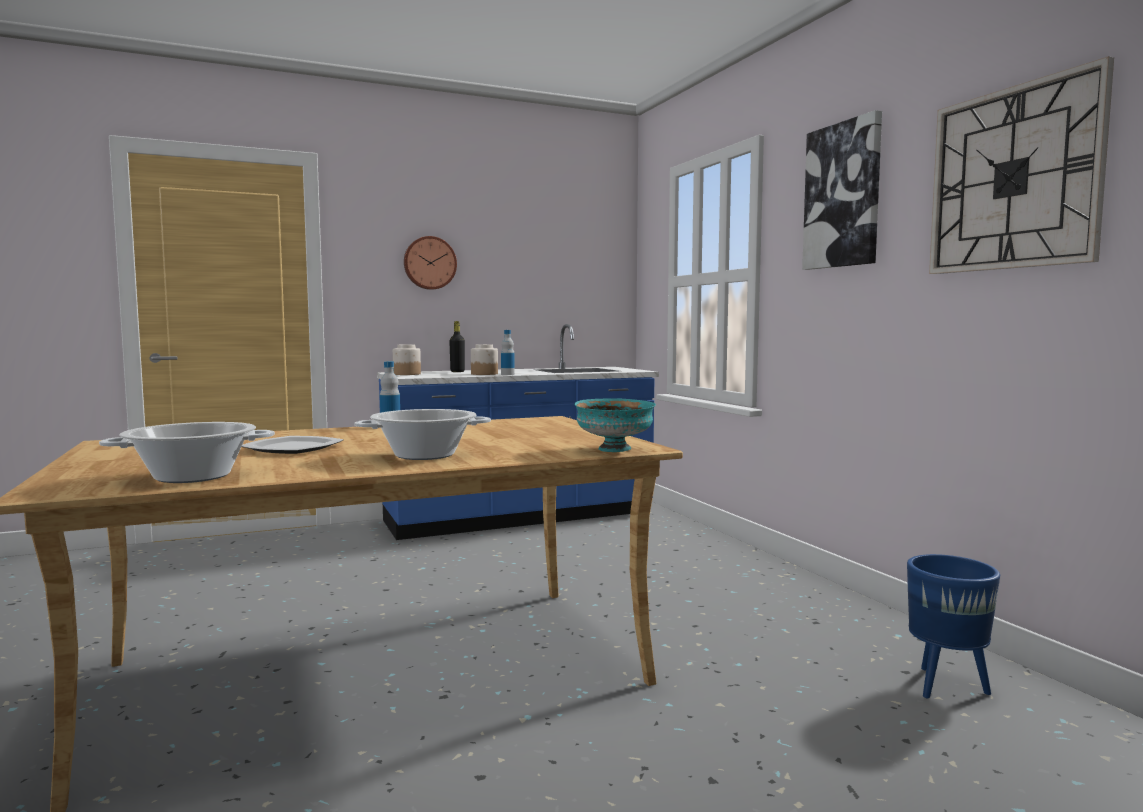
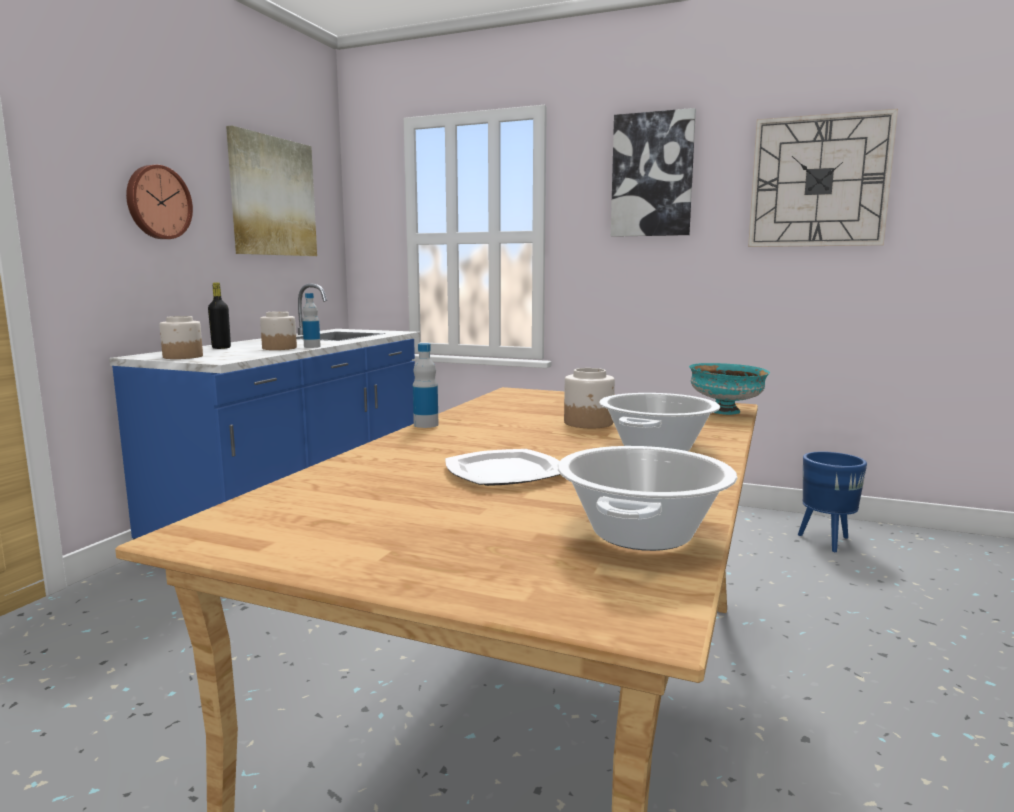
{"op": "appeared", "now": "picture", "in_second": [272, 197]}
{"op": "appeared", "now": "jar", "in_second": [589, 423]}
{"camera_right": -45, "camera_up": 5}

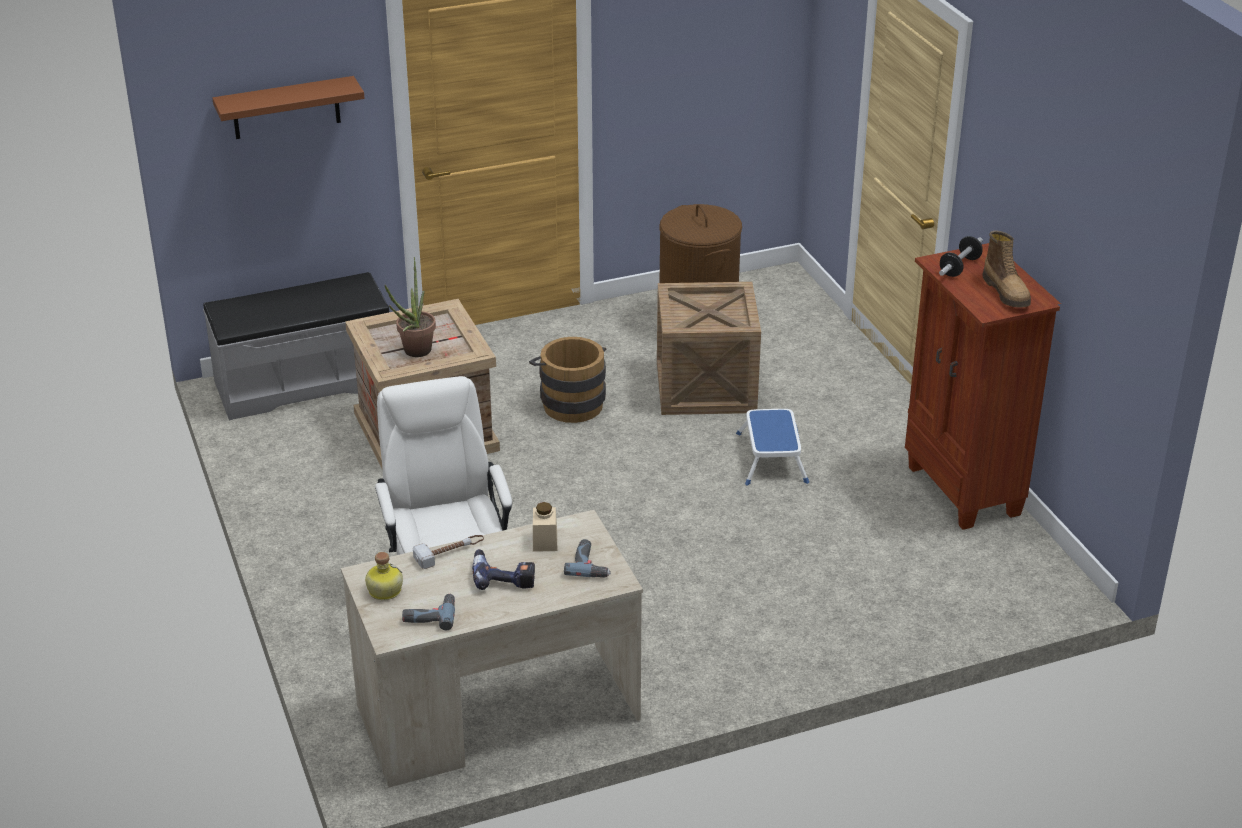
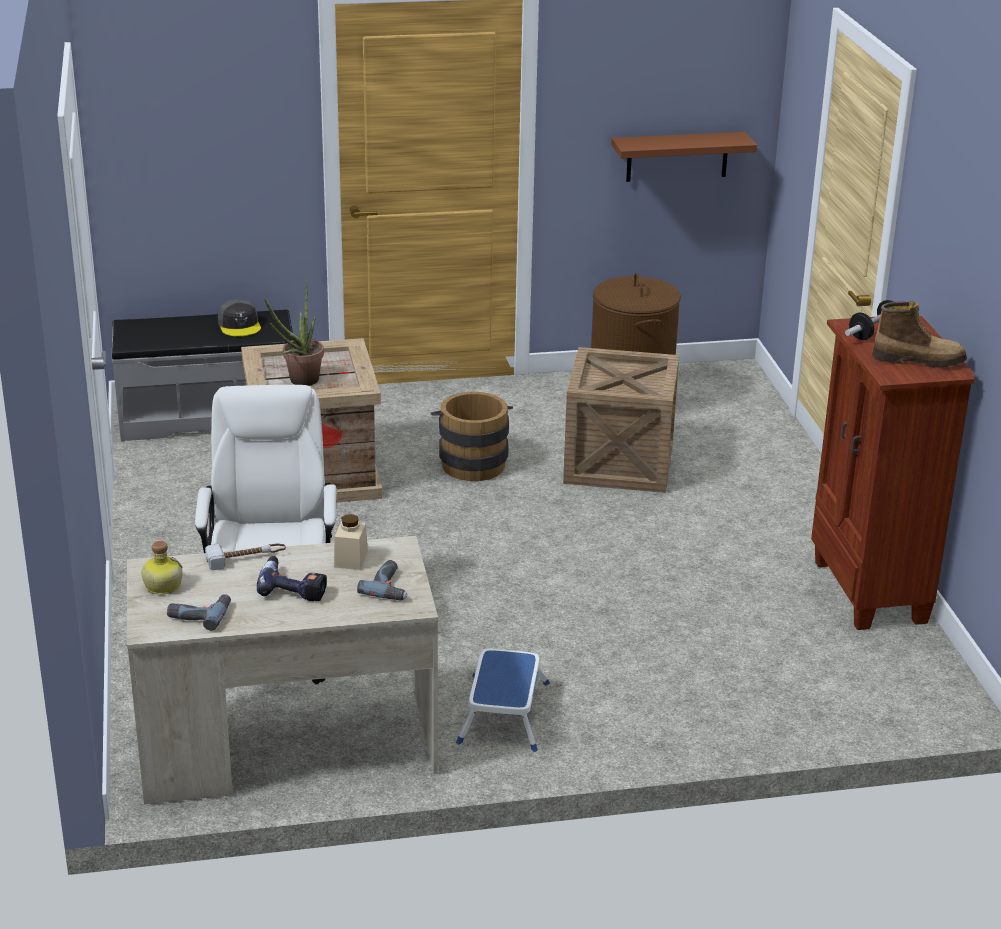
{"op": "relocated", "was": "brown shelf", "in_first": [286, 108], "in_second": [677, 156]}
{"op": "spun", "was": "boot", "in_first": [1007, 292], "in_second": [918, 360], "clockwise": -75}
{"op": "relocated", "was": "blue step ladder", "in_first": [772, 457], "in_second": [504, 712]}
{"op": "appeared", "now": "grey cap", "in_second": [239, 325]}
{"camera_right": 10, "camera_up": -5}

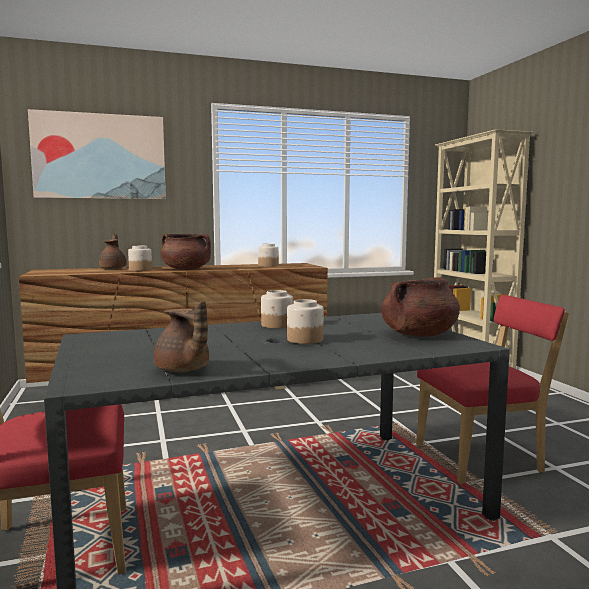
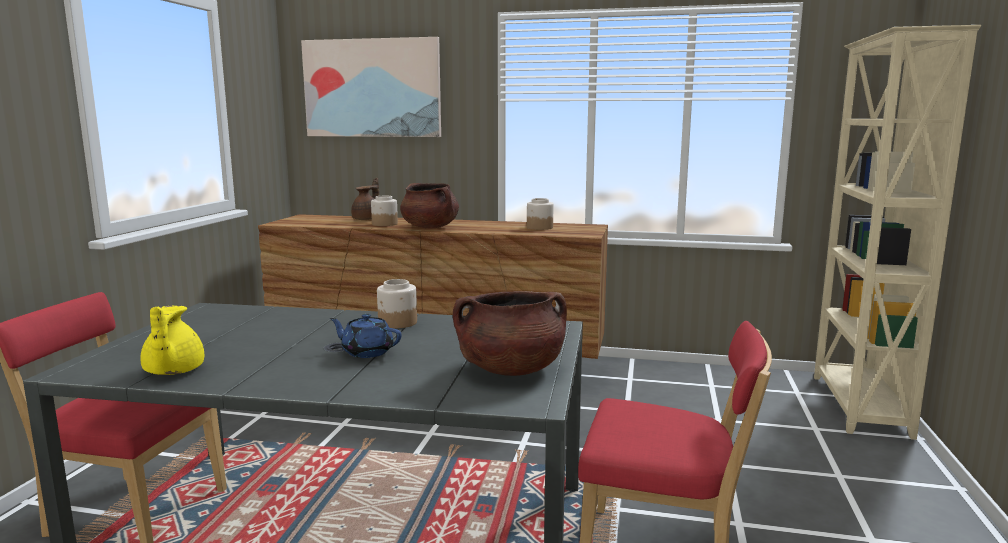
{"op": "exchanged", "was": "jar", "now": "blue teapot", "in_first": [304, 340], "in_second": [367, 352]}
{"op": "colour", "was": "brown teapot", "now": "yellow teapot", "in_first": [183, 370], "in_second": [172, 371]}
{"camera_right": 30, "camera_up": 5}

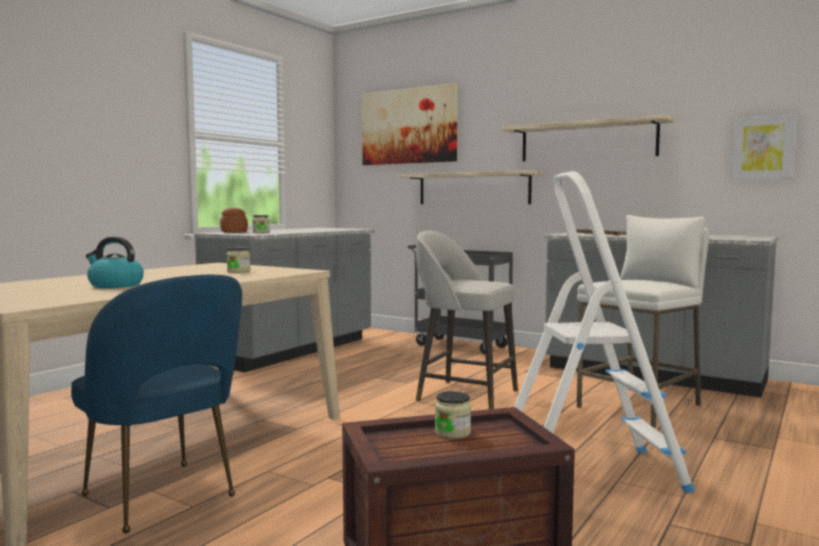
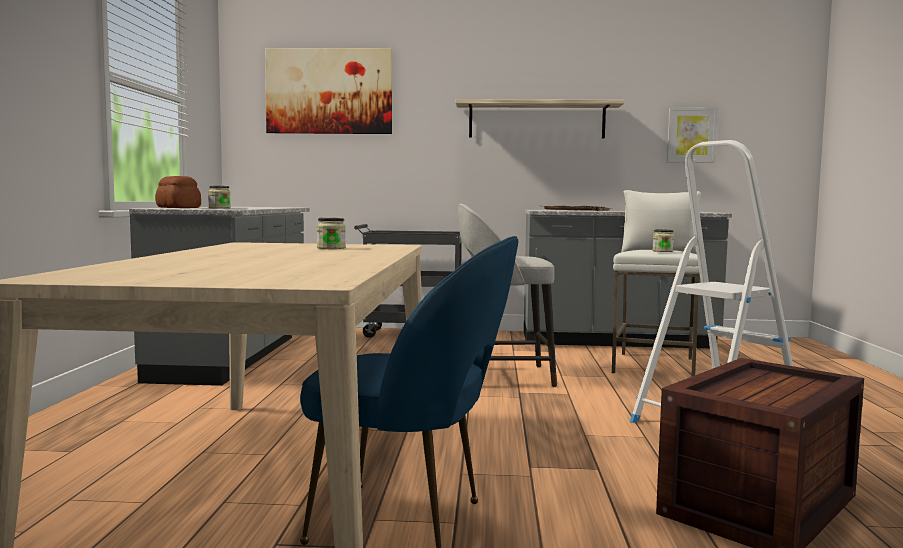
{"op": "missing", "was": "shelf", "in_first": [473, 188]}
{"op": "missing", "was": "kettle", "in_first": [115, 285]}
{"op": "relocated", "was": "jar", "in_first": [452, 432], "in_second": [662, 251]}
{"camera_right": -30, "camera_up": 0}

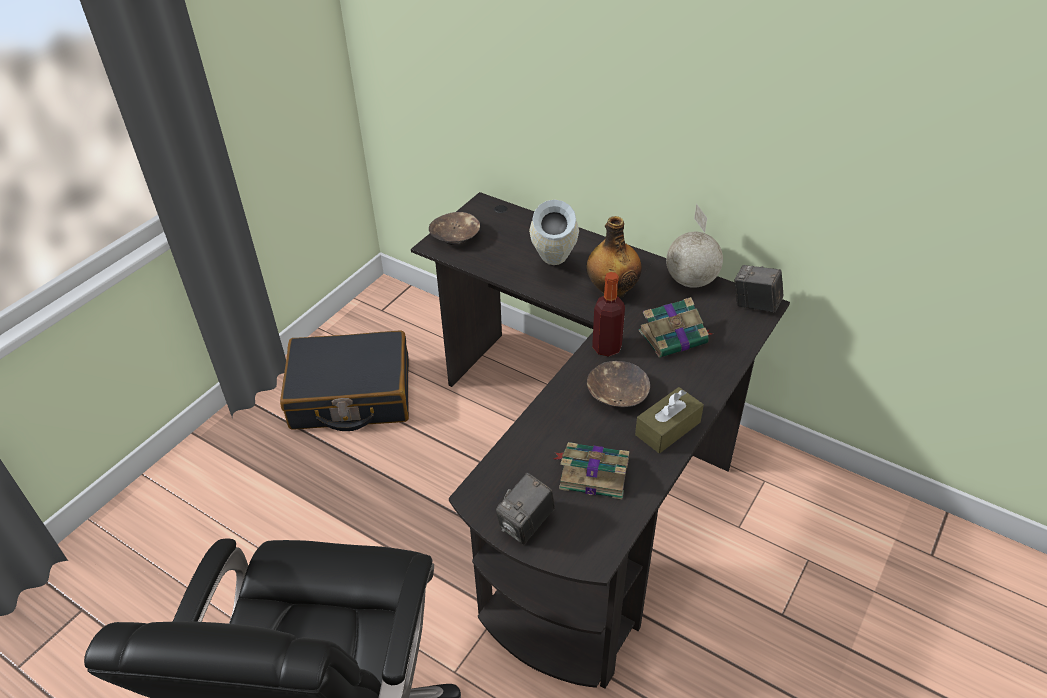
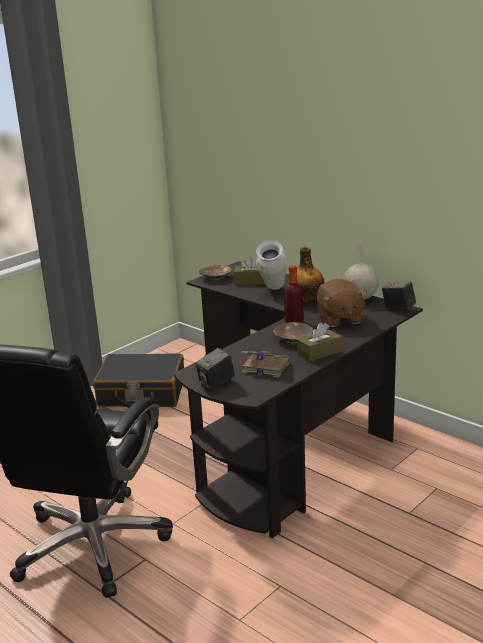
{"op": "exchanged", "was": "book", "now": "brown plush toy", "in_first": [674, 337], "in_second": [339, 319]}
{"op": "appeared", "now": "brown tissue box", "in_second": [250, 281]}
{"camera_right": 10, "camera_up": -20}

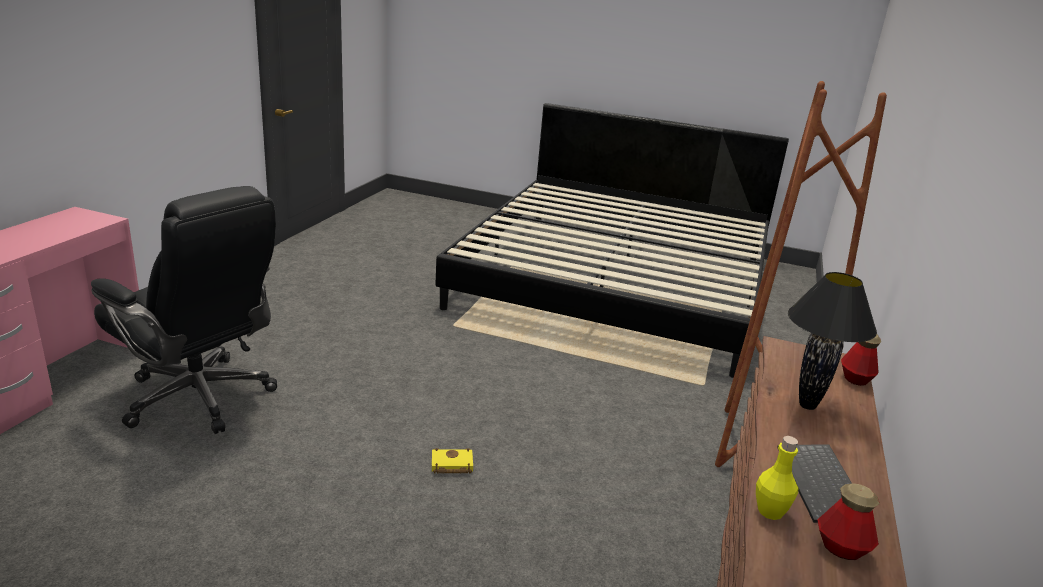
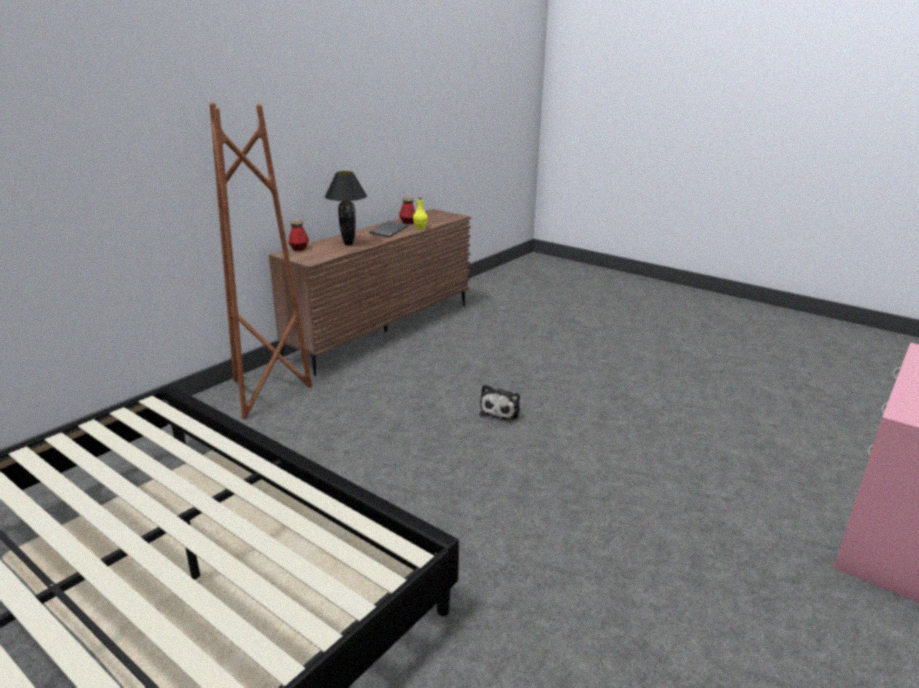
{"op": "missing", "was": "black office chair", "in_first": [199, 396]}
{"op": "exchanged", "was": "yellow book", "now": "plush toy", "in_first": [450, 465], "in_second": [501, 411]}
{"camera_right": -160, "camera_up": 0}

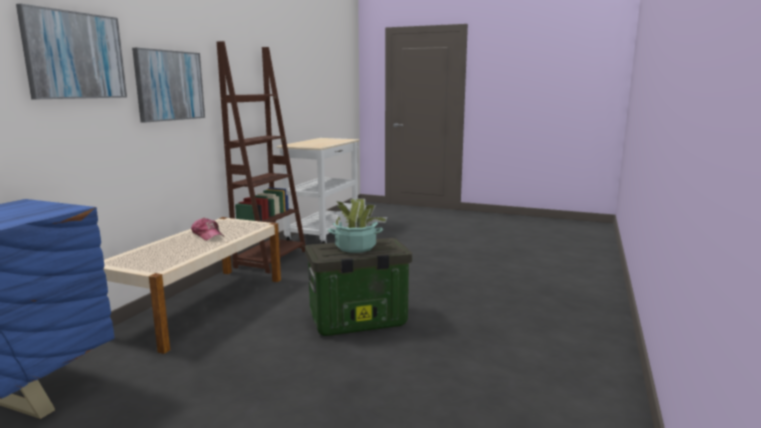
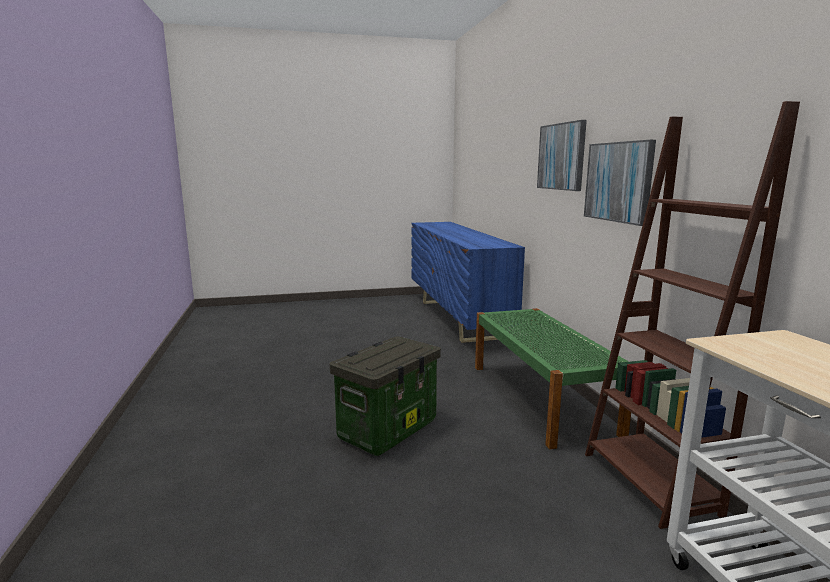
{"op": "missing", "was": "potted plant", "in_first": [355, 247]}
{"op": "colour", "was": "beige bench", "now": "green bench", "in_first": [200, 305], "in_second": [541, 398]}
{"op": "missing", "was": "cap", "in_first": [208, 235]}
{"camera_right": 145, "camera_up": 0}

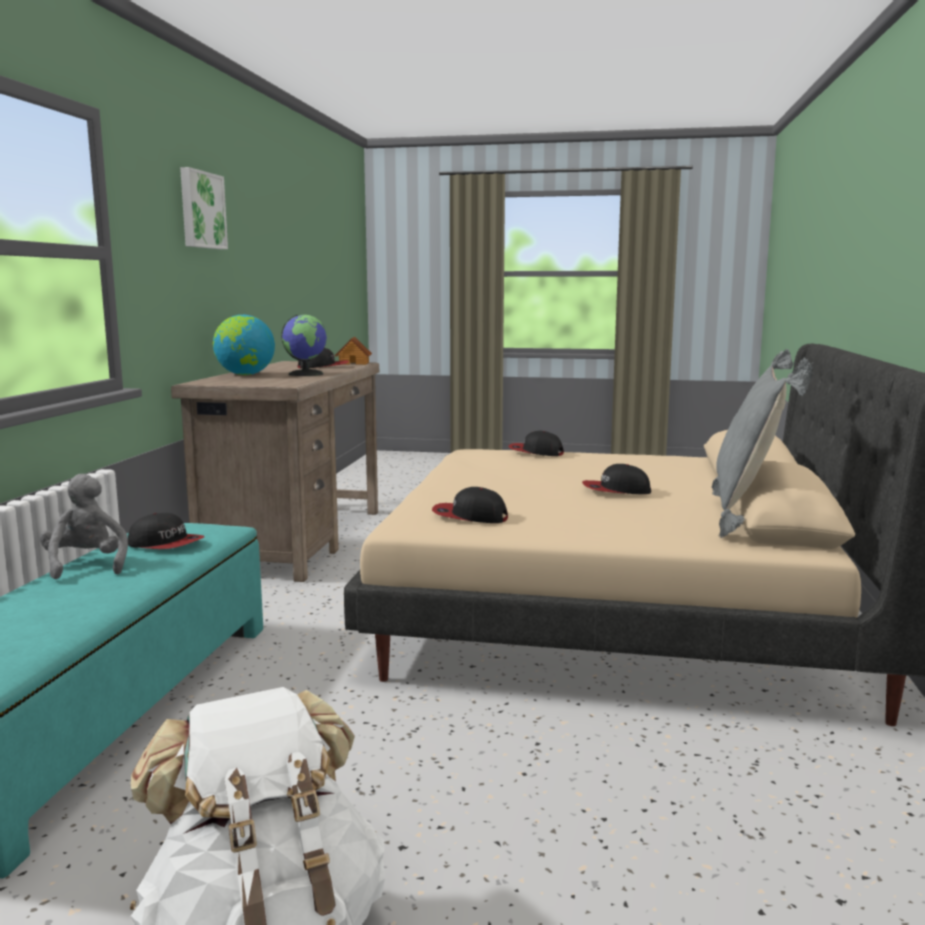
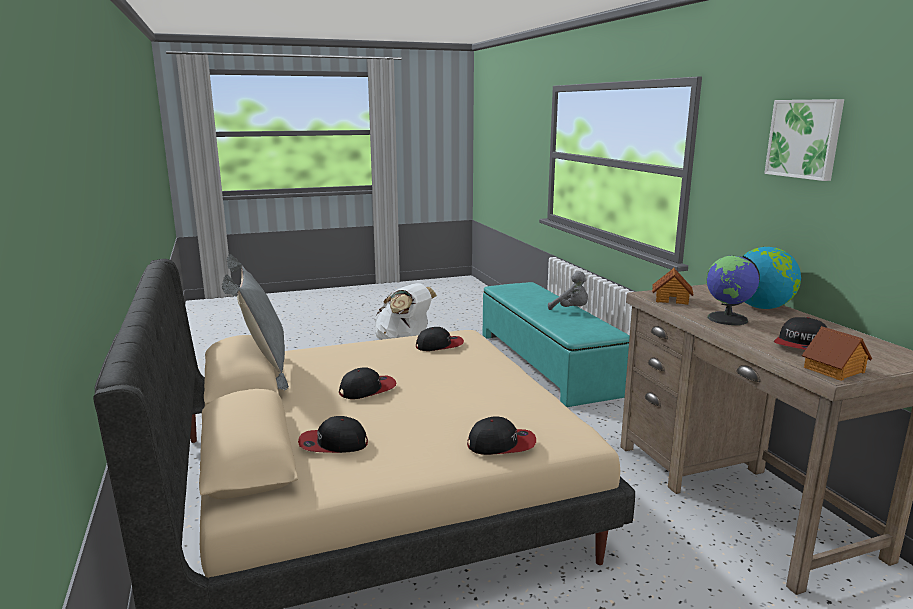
{"op": "relocated", "was": "cap", "in_first": [166, 544], "in_second": [333, 444]}
{"op": "appeared", "now": "toy house", "in_second": [671, 299]}
{"camera_right": 150, "camera_up": 5}

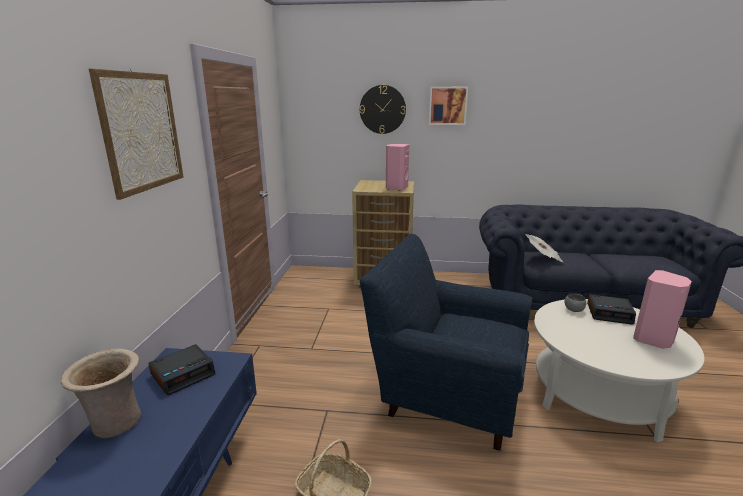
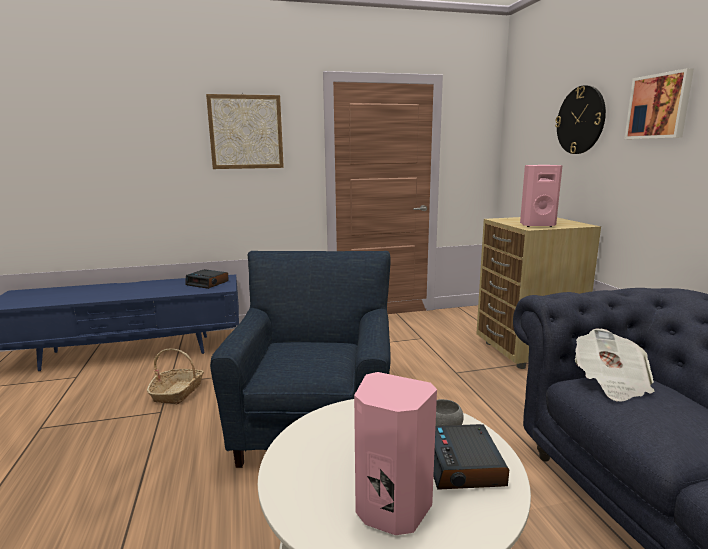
{"op": "missing", "was": "beige vase", "in_first": [116, 425]}
{"camera_right": 70, "camera_up": -5}

